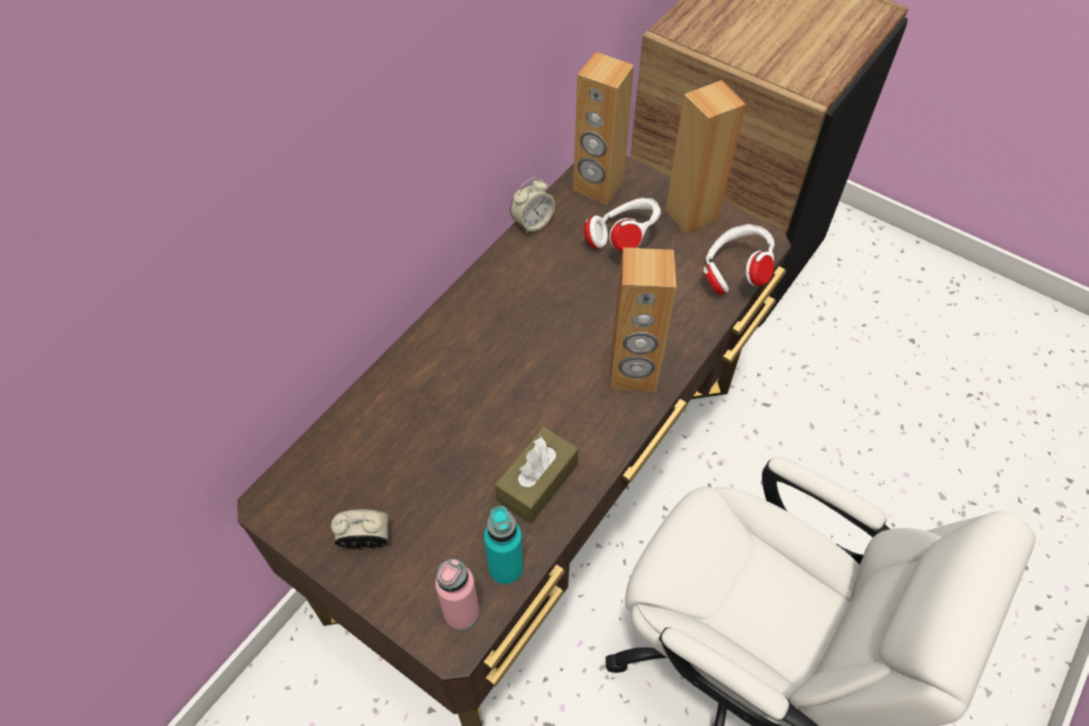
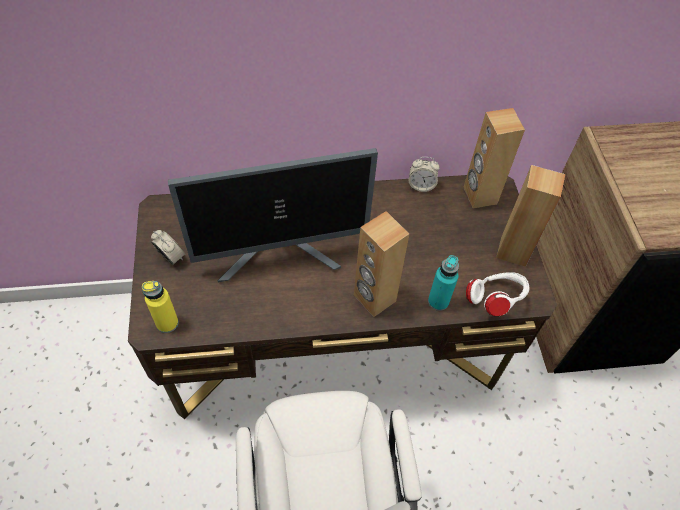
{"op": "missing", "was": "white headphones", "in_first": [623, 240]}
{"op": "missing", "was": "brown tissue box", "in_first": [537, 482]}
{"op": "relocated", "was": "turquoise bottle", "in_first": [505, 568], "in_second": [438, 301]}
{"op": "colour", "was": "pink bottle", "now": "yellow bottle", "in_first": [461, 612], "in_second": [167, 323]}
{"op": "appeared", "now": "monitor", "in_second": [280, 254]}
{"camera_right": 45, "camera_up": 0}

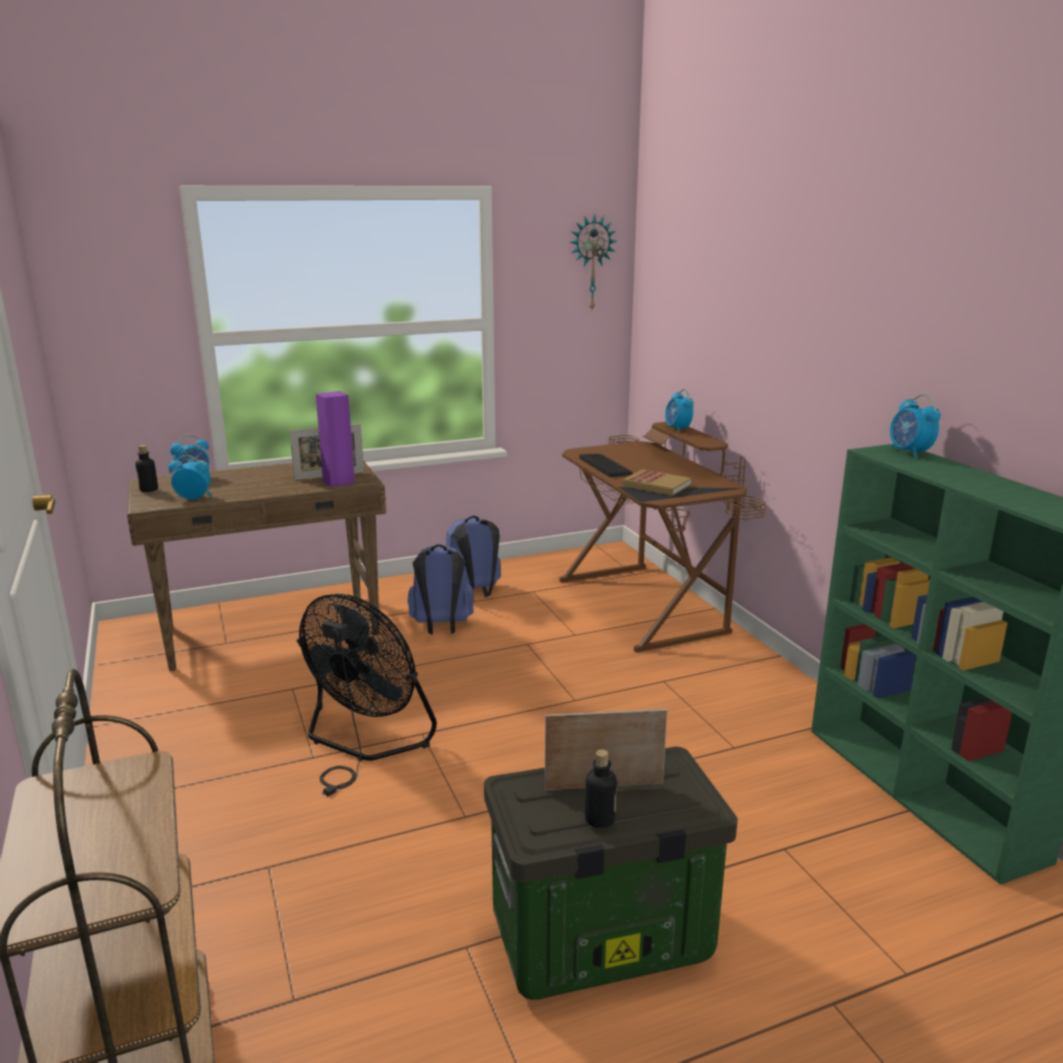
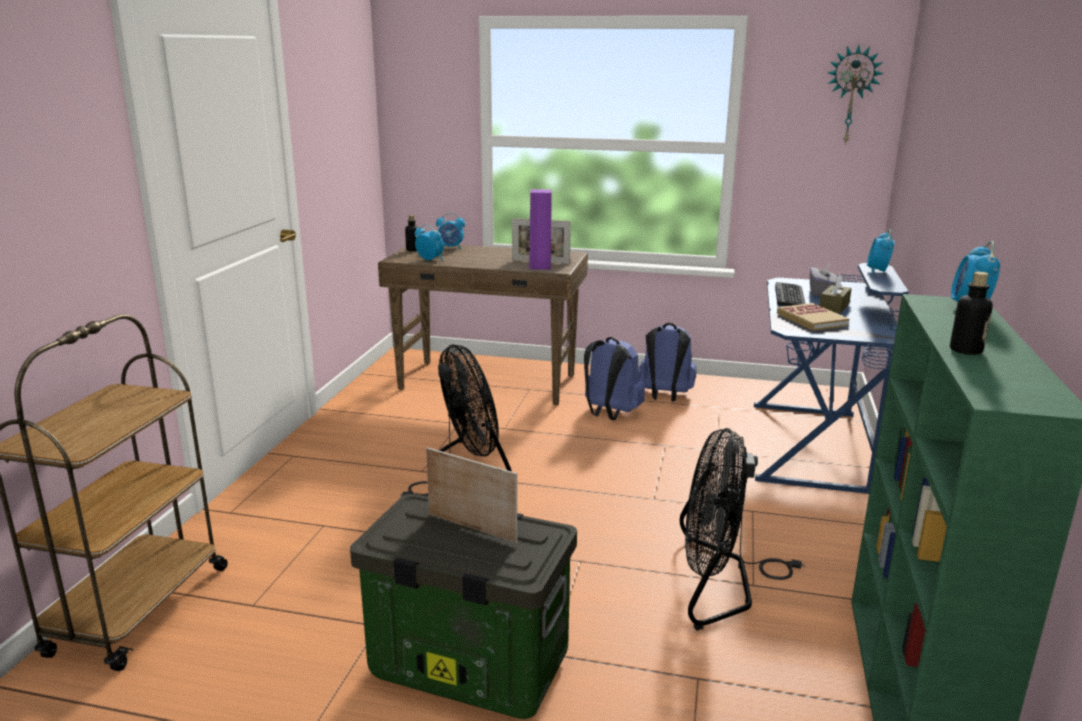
{"op": "colour", "was": "brown desk", "now": "blue desk", "in_first": [646, 604], "in_second": [814, 446]}
{"op": "relocated", "was": "bottle", "in_first": [599, 819], "in_second": [965, 350]}
{"op": "appeared", "now": "grey tissue box", "in_second": [821, 292]}
{"op": "appeared", "now": "brown tissue box", "in_second": [834, 307]}
{"op": "appeared", "now": "black fan", "in_second": [722, 580]}
{"camera_right": 35, "camera_up": 0}

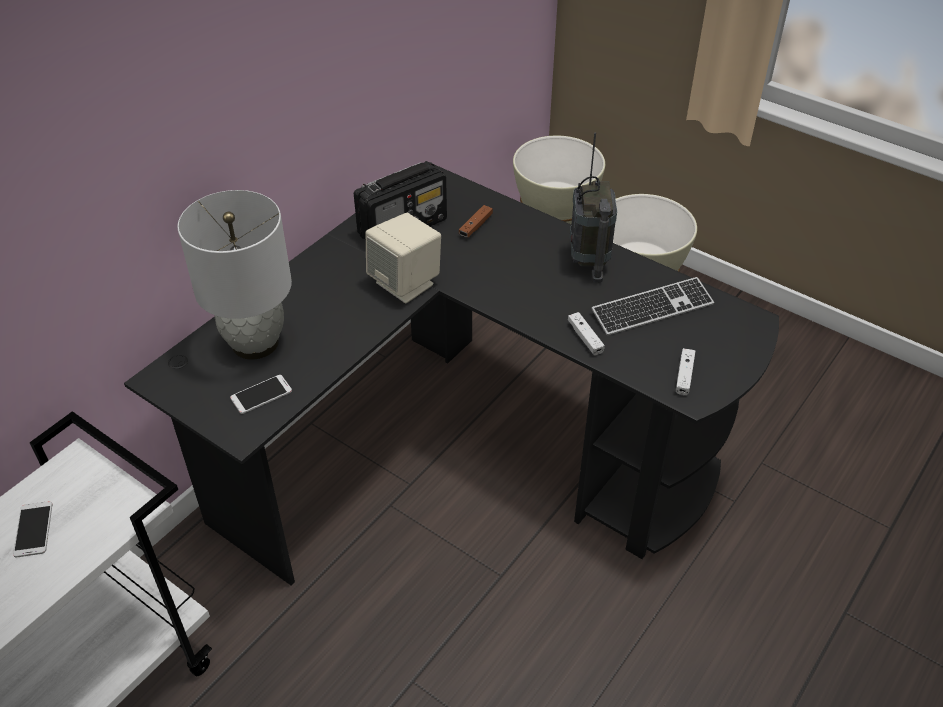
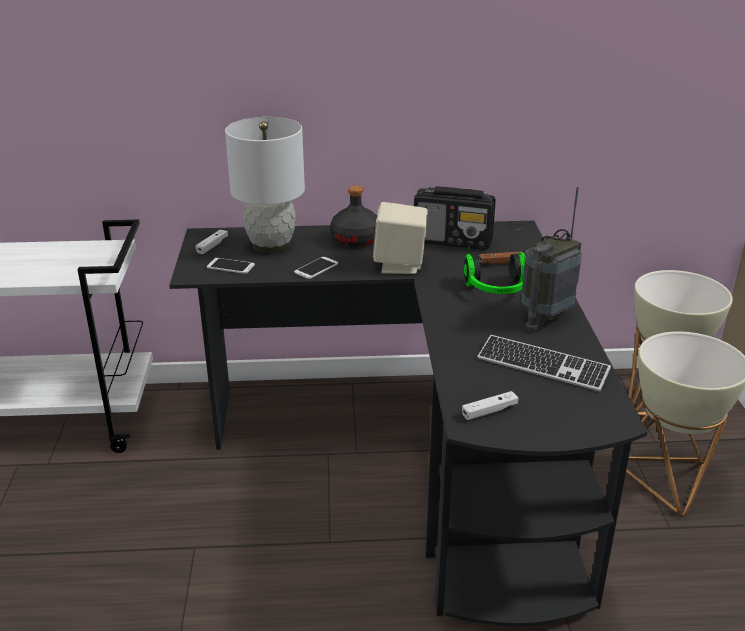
{"op": "relocated", "was": "white game controller", "in_first": [585, 338], "in_second": [212, 246]}
{"op": "relocated", "was": "phone", "in_first": [33, 529], "in_second": [316, 268]}
{"op": "appeared", "now": "black bottle", "in_second": [356, 239]}
{"op": "appeared", "now": "headphones", "in_second": [497, 290]}
{"camera_right": 50, "camera_up": -15}

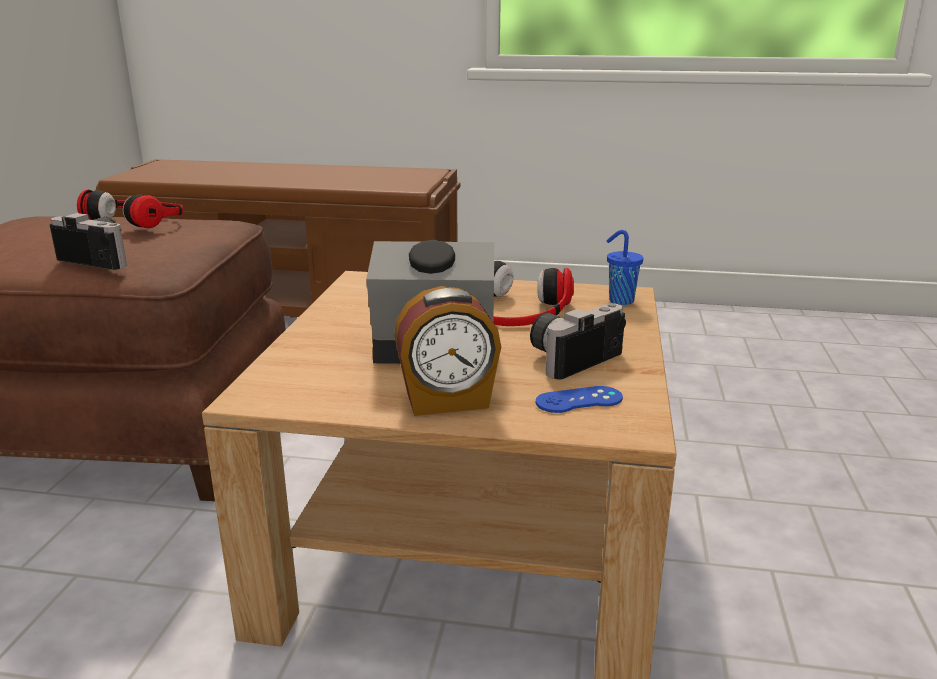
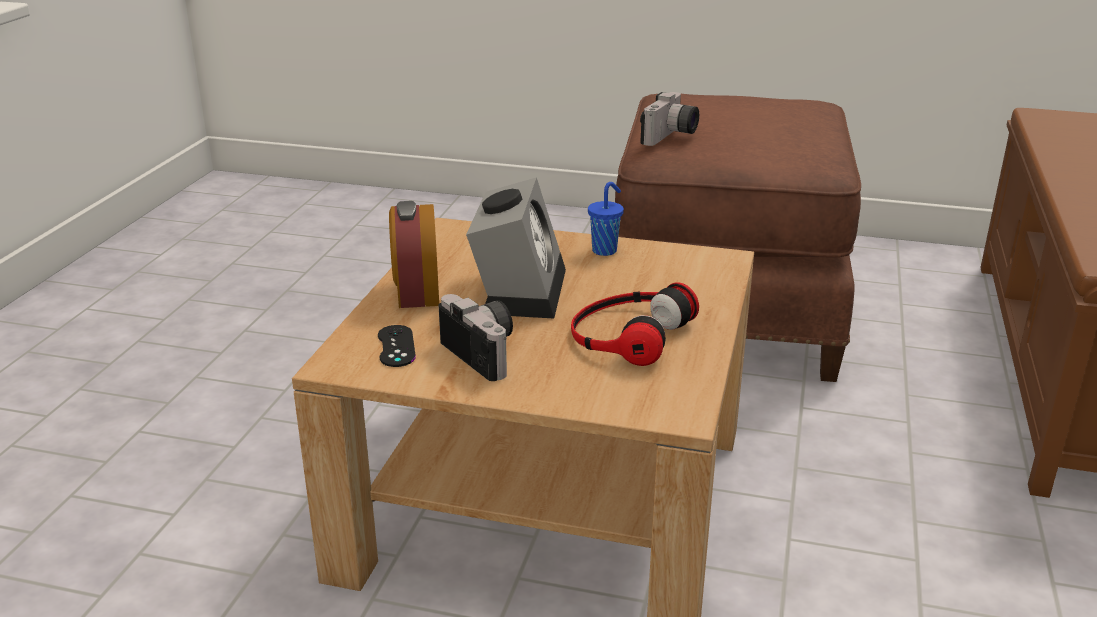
{"op": "missing", "was": "headphones", "in_first": [139, 218]}
{"op": "relocated", "was": "blue cup", "in_first": [619, 300], "in_second": [605, 250]}
{"op": "colour", "was": "blue game controller", "now": "black game controller", "in_first": [579, 400], "in_second": [396, 346]}
{"camera_right": 95, "camera_up": 5}

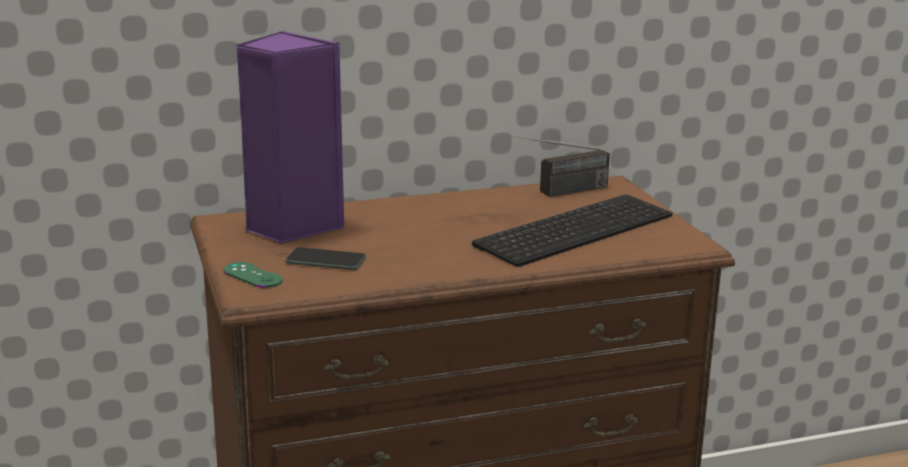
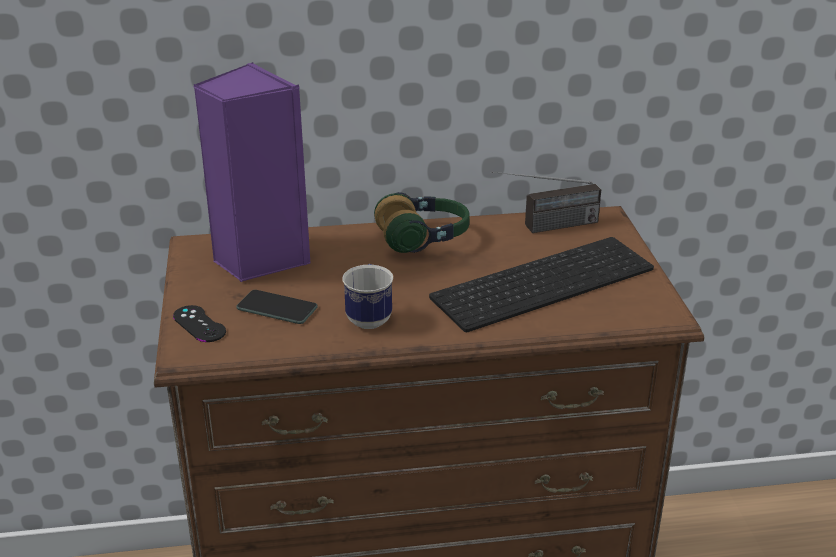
{"op": "colour", "was": "green game controller", "now": "black game controller", "in_first": [252, 275], "in_second": [199, 324]}
{"op": "appeared", "now": "headphones", "in_second": [423, 239]}
{"op": "appeared", "now": "mug", "in_second": [369, 317]}
{"camera_right": 10, "camera_up": 10}

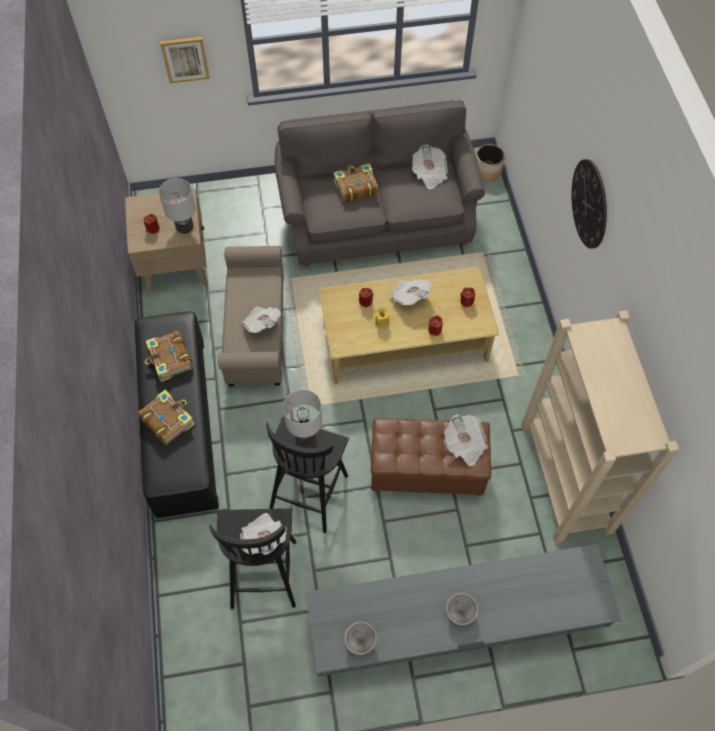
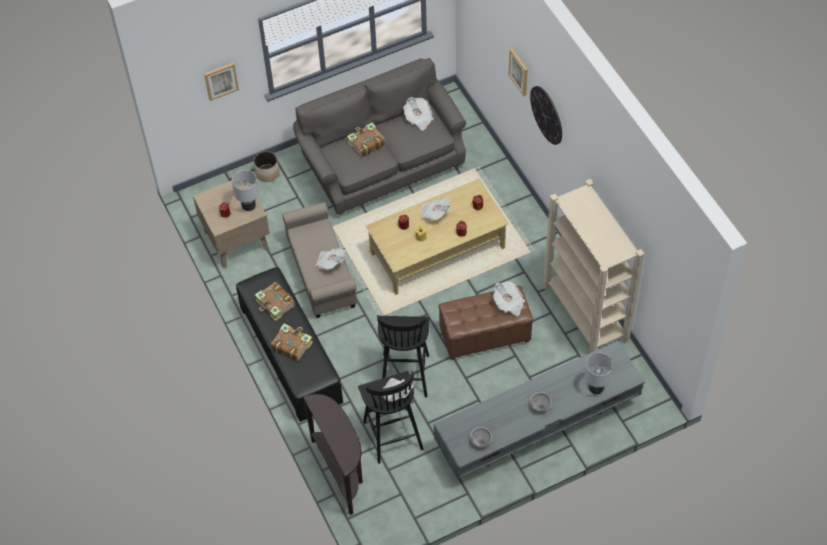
{"op": "relocated", "was": "planter", "in_first": [487, 171], "in_second": [267, 173]}
{"op": "relocated", "was": "grey table lamp", "in_first": [305, 434], "in_second": [596, 387]}
{"op": "appeared", "now": "picture", "in_second": [519, 71]}
{"op": "appeared", "now": "brown console table", "in_second": [341, 472]}
{"camera_right": -15, "camera_up": -5}

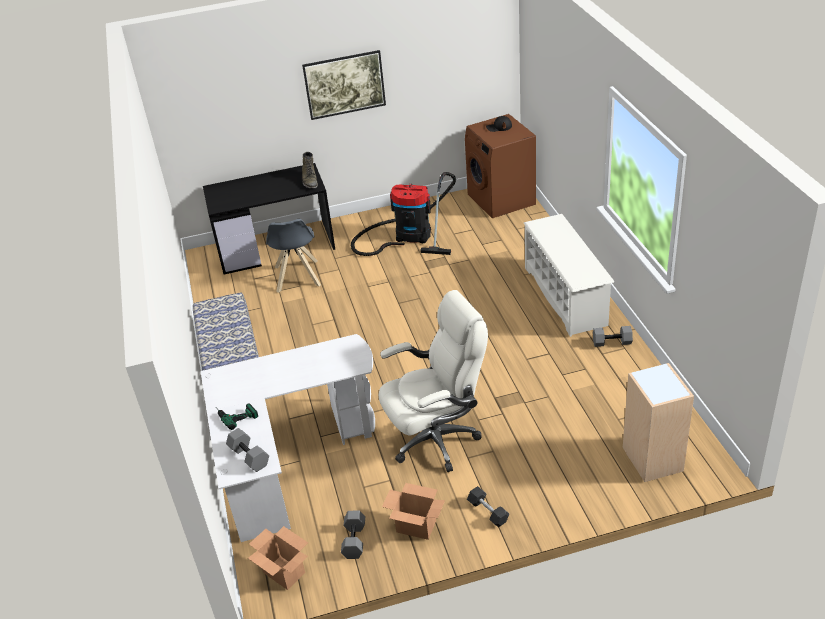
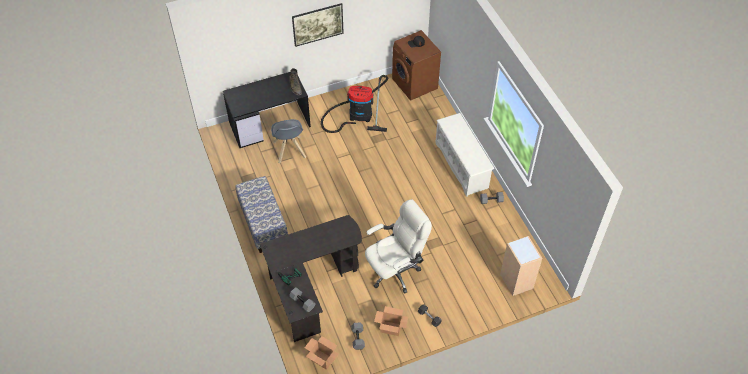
{"op": "colour", "was": "white desk", "now": "black desk", "in_first": [286, 457], "in_second": [309, 286]}
{"camera_right": -10, "camera_up": 15}

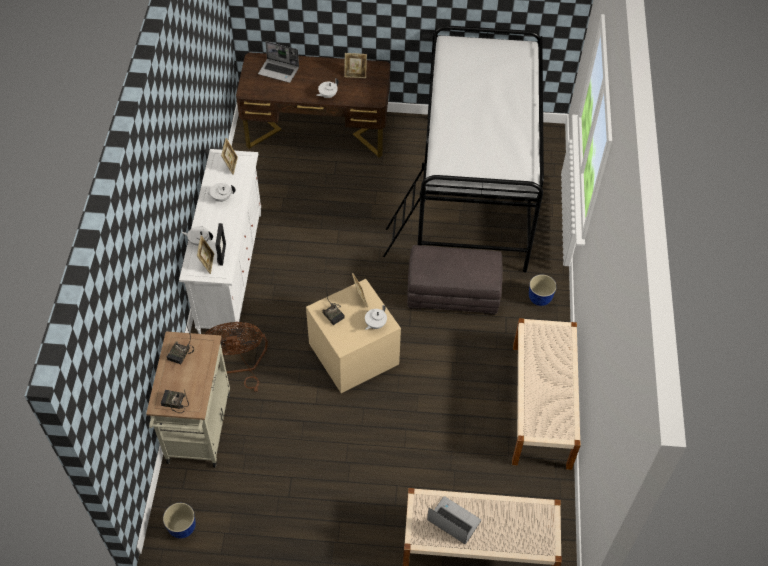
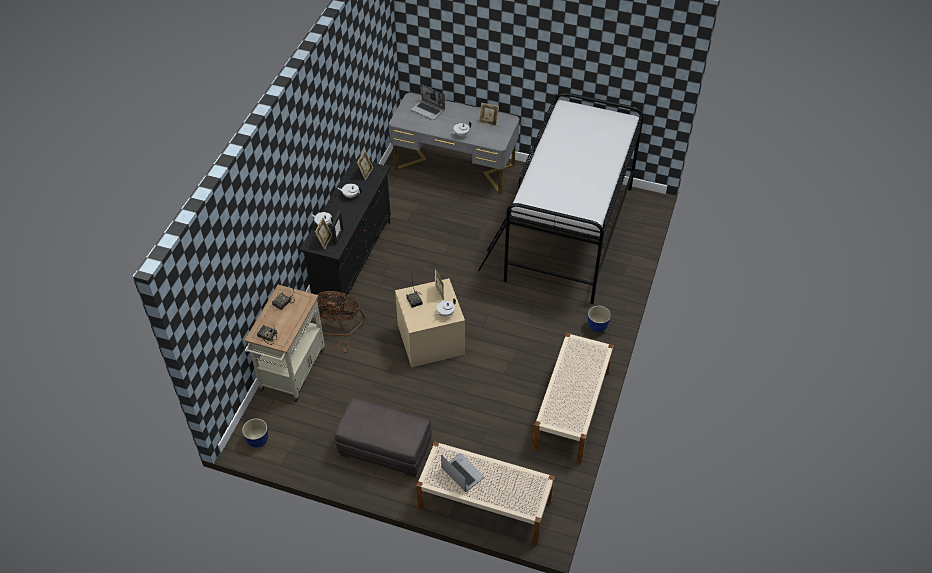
{"op": "colour", "was": "brown desk", "now": "grey desk", "in_first": [317, 132], "in_second": [454, 167]}
{"op": "colour", "was": "white dresser", "now": "black dresser", "in_first": [230, 272], "in_second": [352, 260]}
{"op": "relocated", "was": "grey ottoman", "in_first": [453, 293], "in_second": [386, 449]}
{"camera_right": 15, "camera_up": -5}

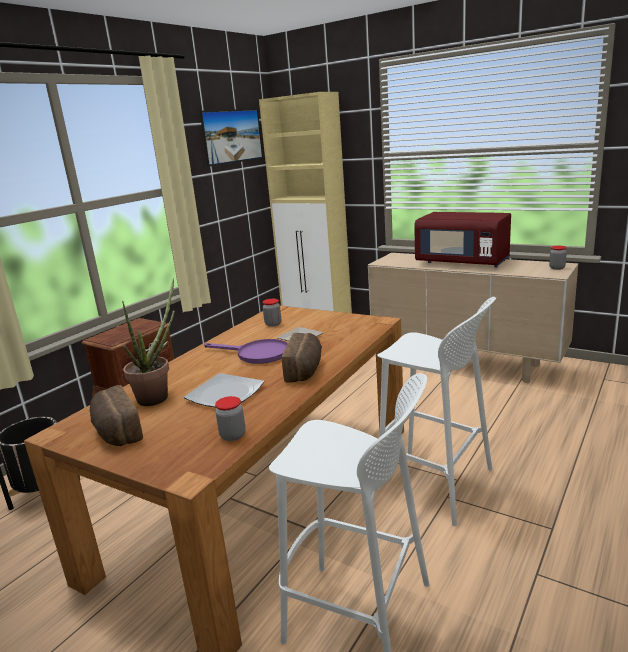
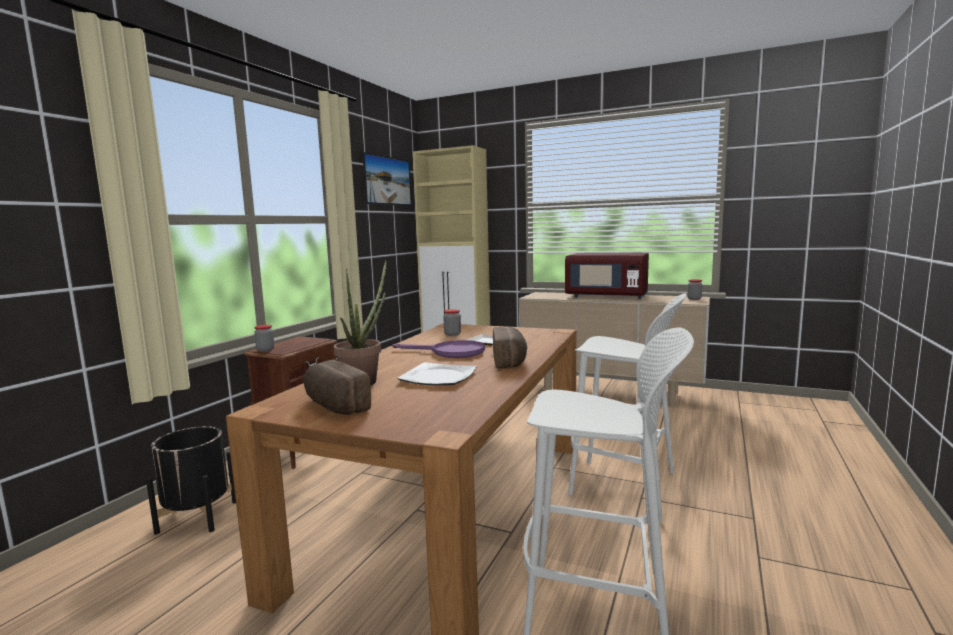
{"op": "relocated", "was": "jar", "in_first": [233, 436], "in_second": [265, 350]}
{"camera_right": -10, "camera_up": -10}

